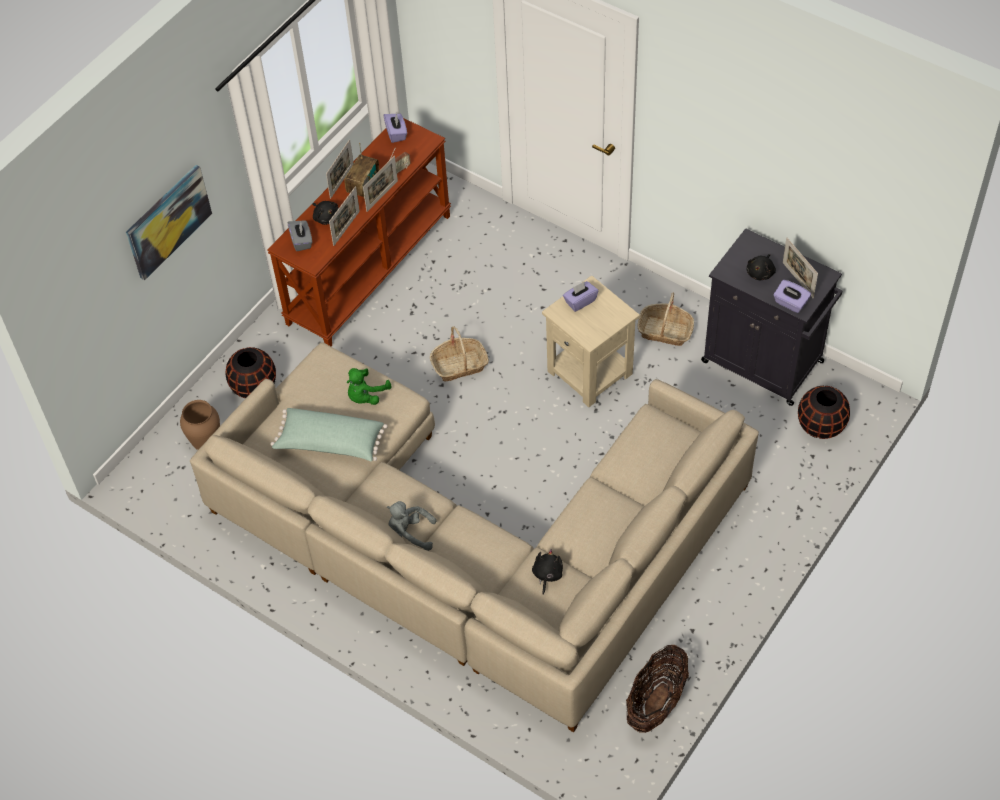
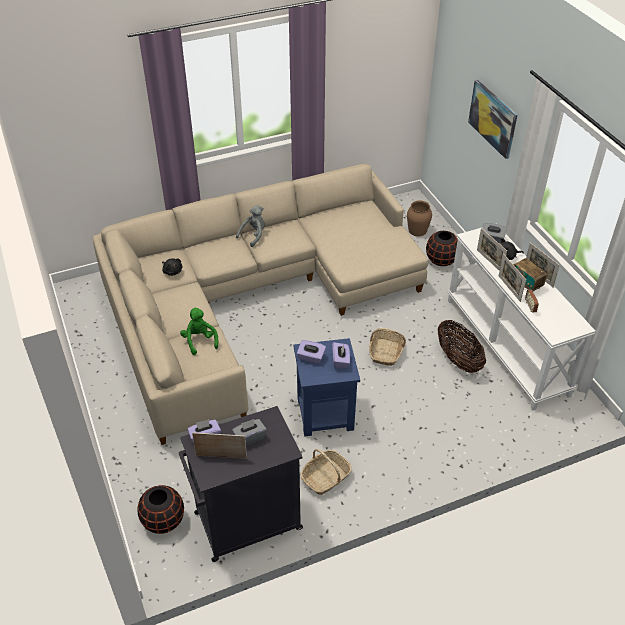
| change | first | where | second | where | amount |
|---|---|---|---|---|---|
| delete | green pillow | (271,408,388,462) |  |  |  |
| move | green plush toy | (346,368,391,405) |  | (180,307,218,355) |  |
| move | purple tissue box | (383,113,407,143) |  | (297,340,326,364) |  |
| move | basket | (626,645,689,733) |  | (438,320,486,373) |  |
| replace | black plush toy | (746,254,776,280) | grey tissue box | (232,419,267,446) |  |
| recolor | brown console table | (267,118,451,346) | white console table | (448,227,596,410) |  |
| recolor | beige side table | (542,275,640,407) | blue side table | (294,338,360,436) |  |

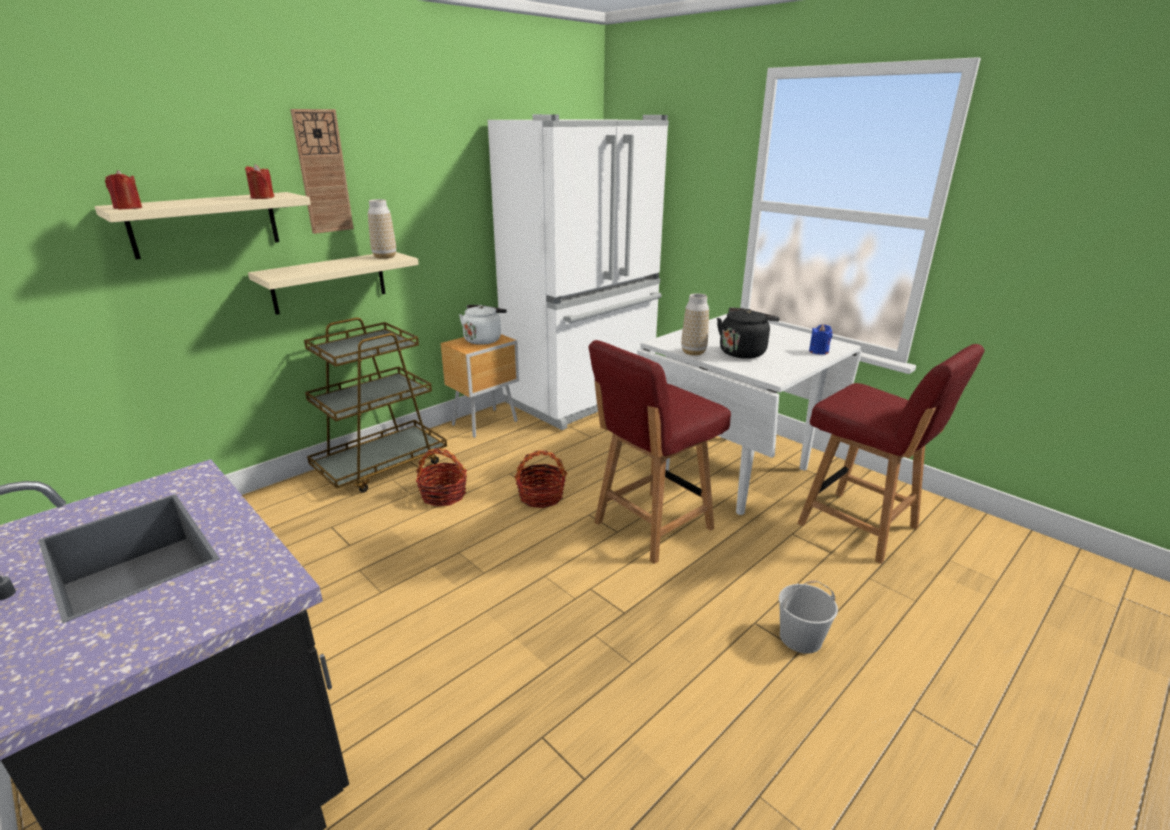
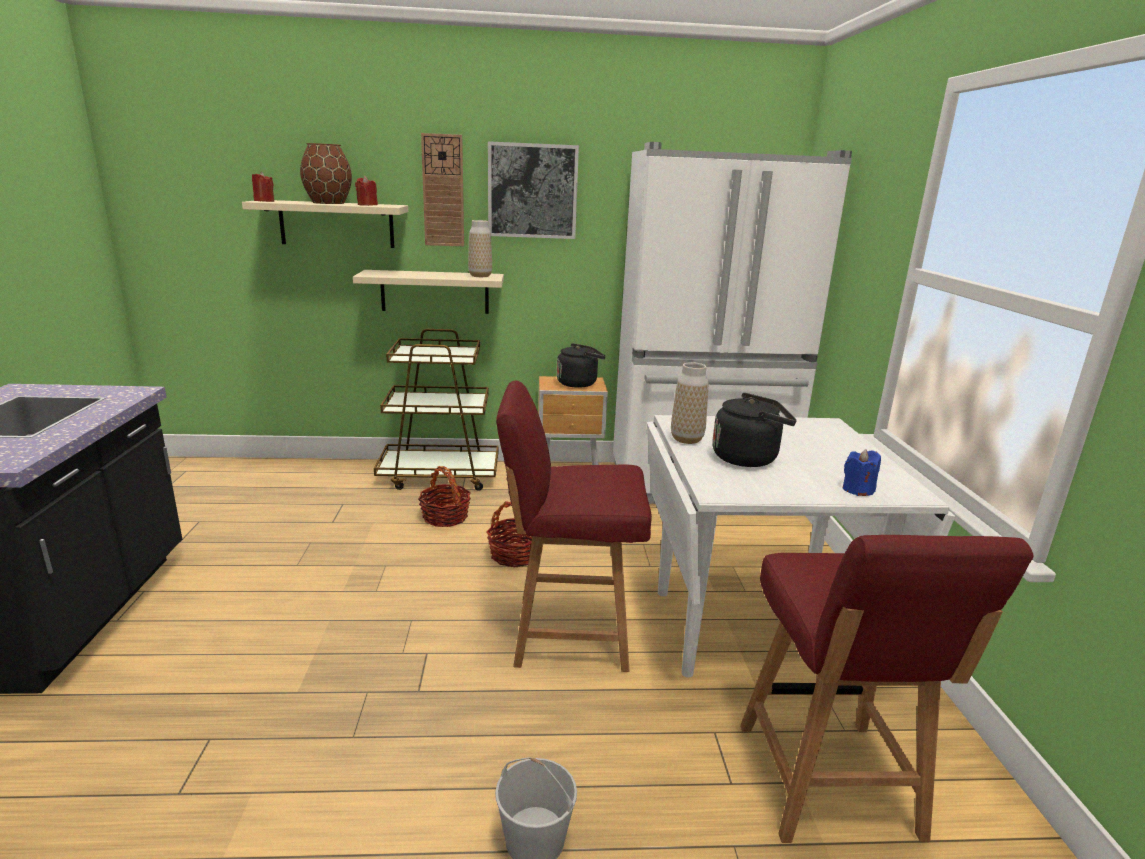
| change | first | where | second | where | amount |
|---|---|---|---|---|---|
| insert |  |  | brown vase | (300,143,352,204) |  |
| insert |  |  | picture | (488,141,579,239) |  |
| recolor | white kettle | (459,305,507,345) | black kettle | (557,343,605,388) |  |

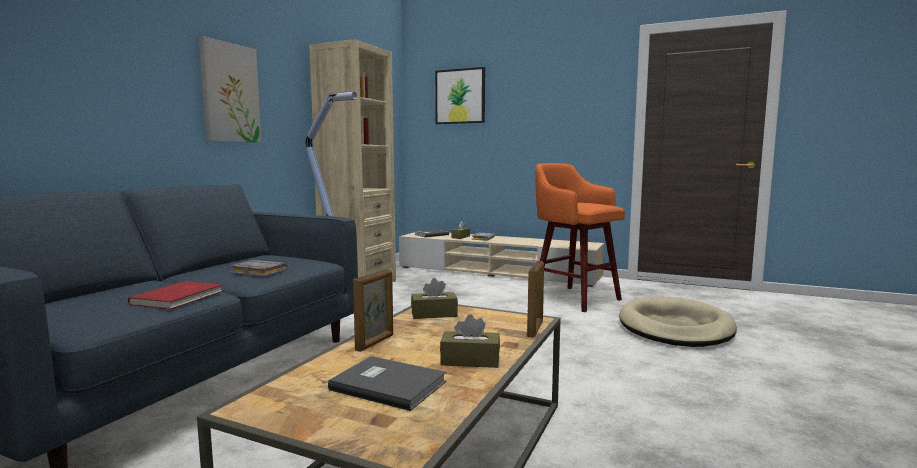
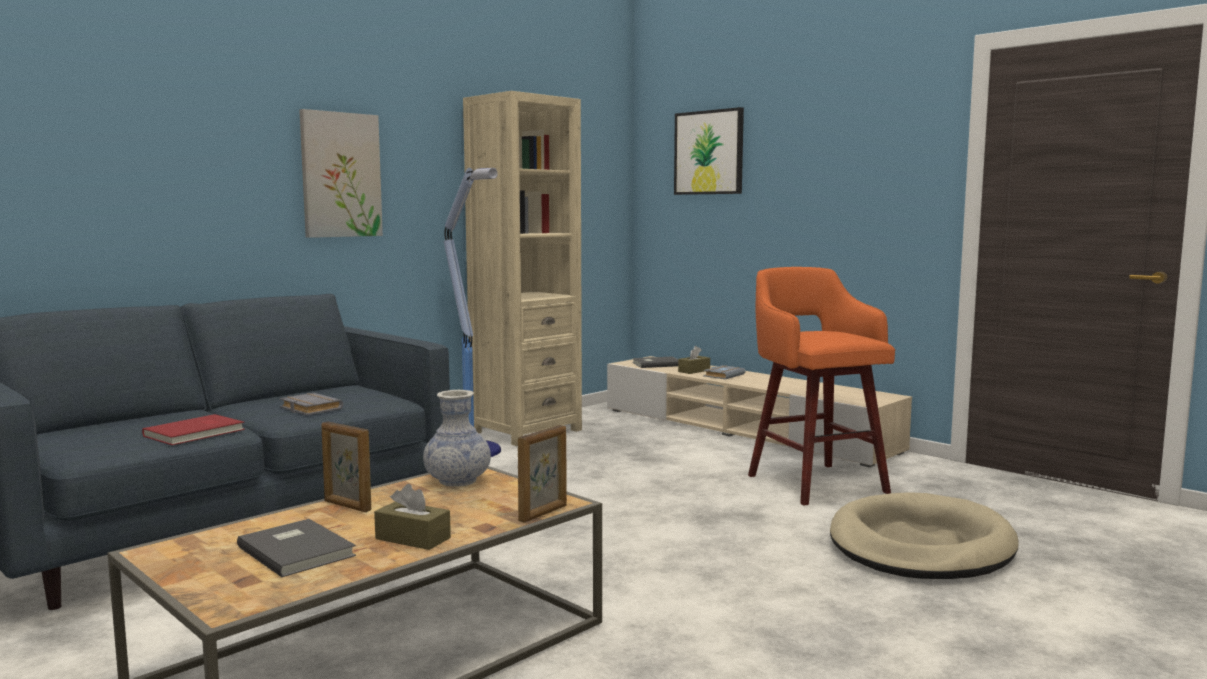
| change | first | where | second | where | amount |
|---|---|---|---|---|---|
| replace | brown tissue box | (411,278,458,319) | vase | (423,390,491,487) |  |
| rotate | picture frame | (353,269,393,352) |  | (321,421,371,512) | 75 degrees clockwise |

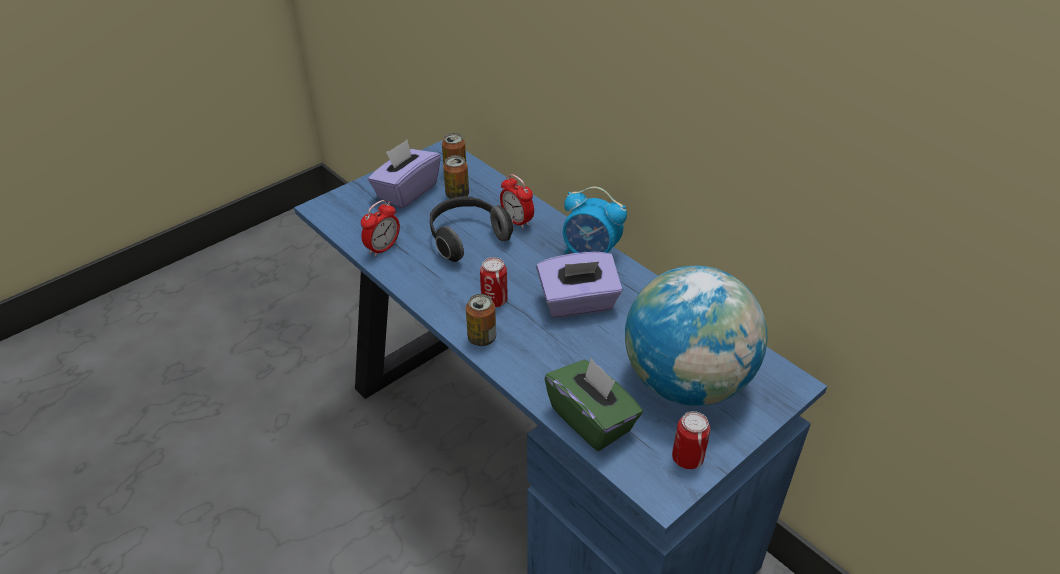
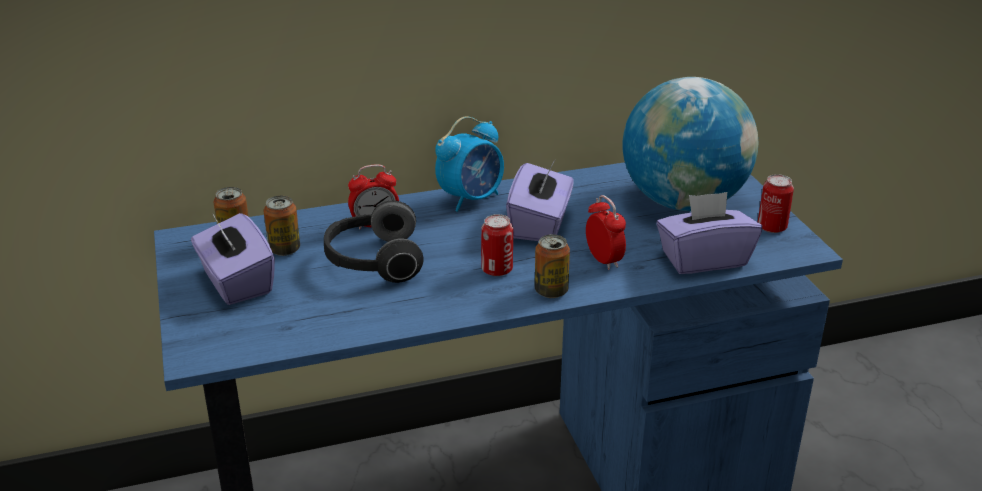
| change | first | where | second | where | amount |
|---|---|---|---|---|---|
| move | alarm clock | (361,200,400,257) |  | (586,195,626,270) |  |
| recolor | green tissue box | (545,358,643,451) | purple tissue box | (656,192,762,274) |  |

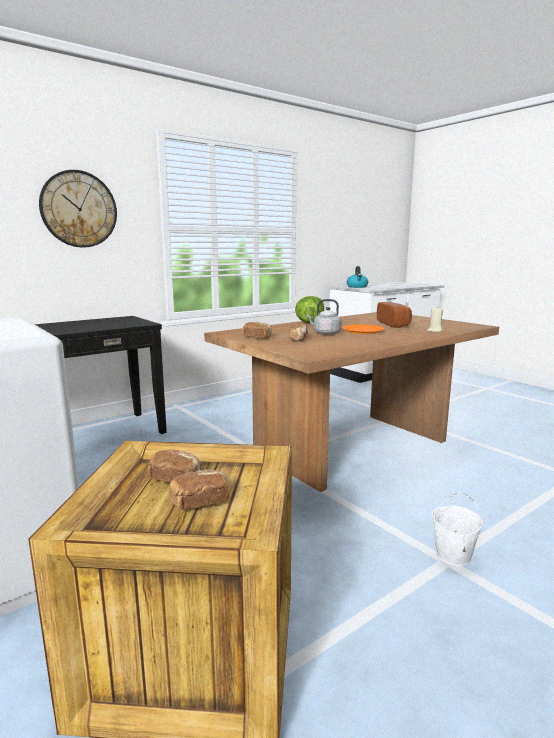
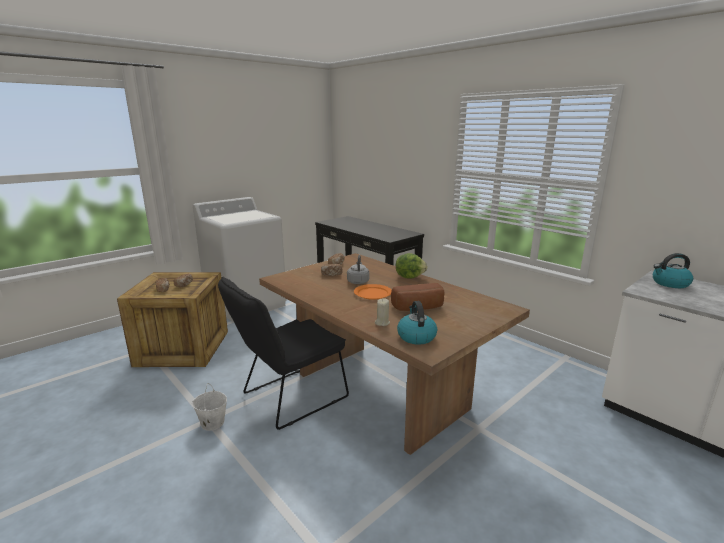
| change | first | where | second | where | amount |
|---|---|---|---|---|---|
| delete | wall clock | (39,170,117,248) |  |  |  |
| insert |  |  | black chair | (218,277,349,430) |  |
| insert |  |  | kettle | (397,301,437,345) |  |

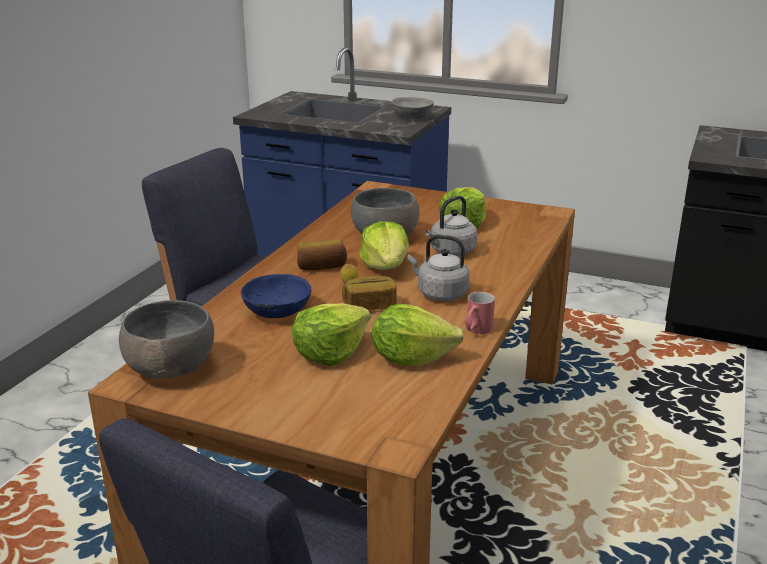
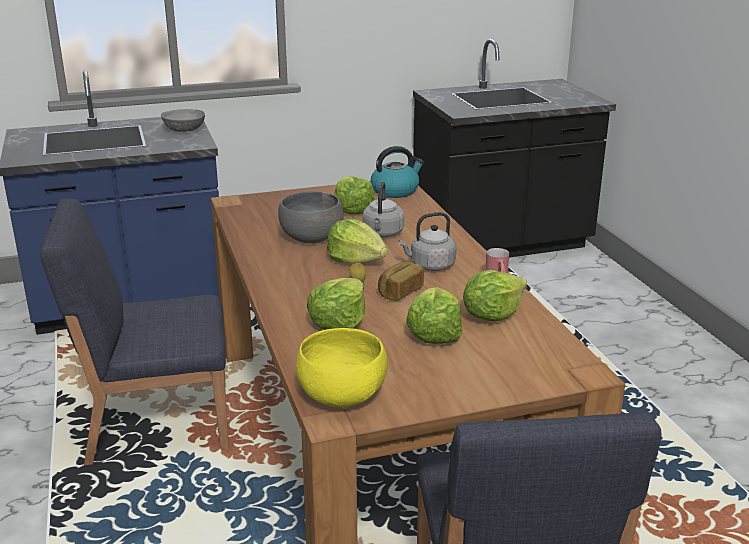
| change | first | where | second | where | amount |
|---|---|---|---|---|---|
| delete | bread | (297,239,347,270) |  |  |  |
| insert |  |  | kettle | (371,146,424,198) |  |
| replace | blue bowl | (241,274,311,318) | lettuce | (307,278,365,330) |  |
| recolor | grey bowl | (119,300,214,378) | yellow bowl | (296,328,388,407) |  |

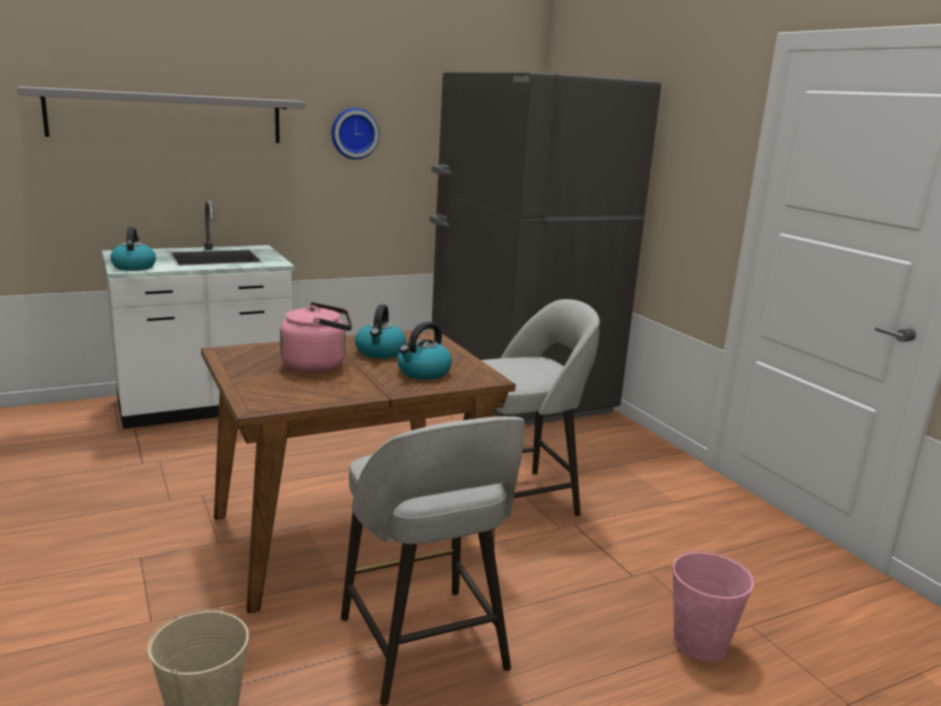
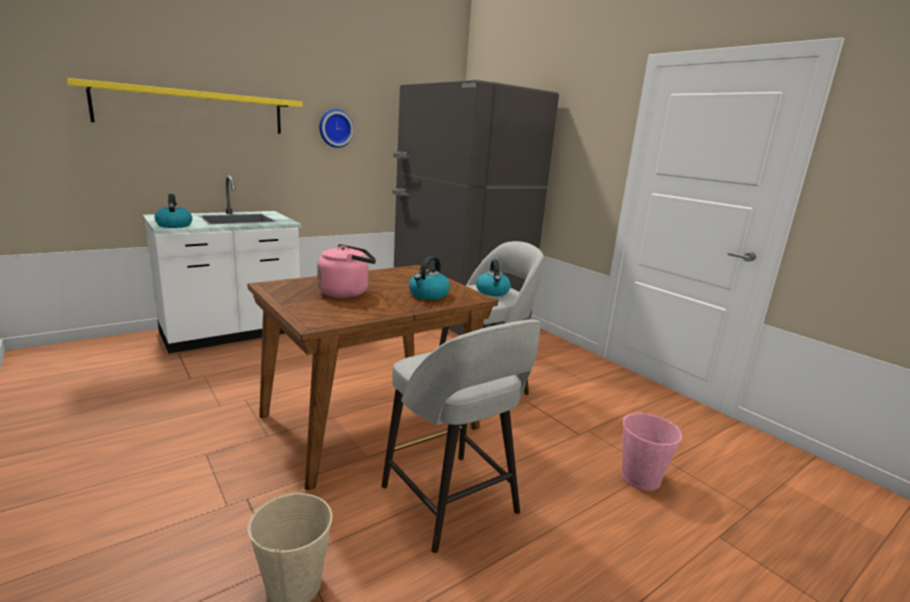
| change | first | where | second | where | amount |
|---|---|---|---|---|---|
| move | kettle | (355,304,406,359) |  | (476,259,511,296) |  |
| recolor | grey shelf | (17,86,306,143) | yellow shelf | (67,78,303,134) |  |

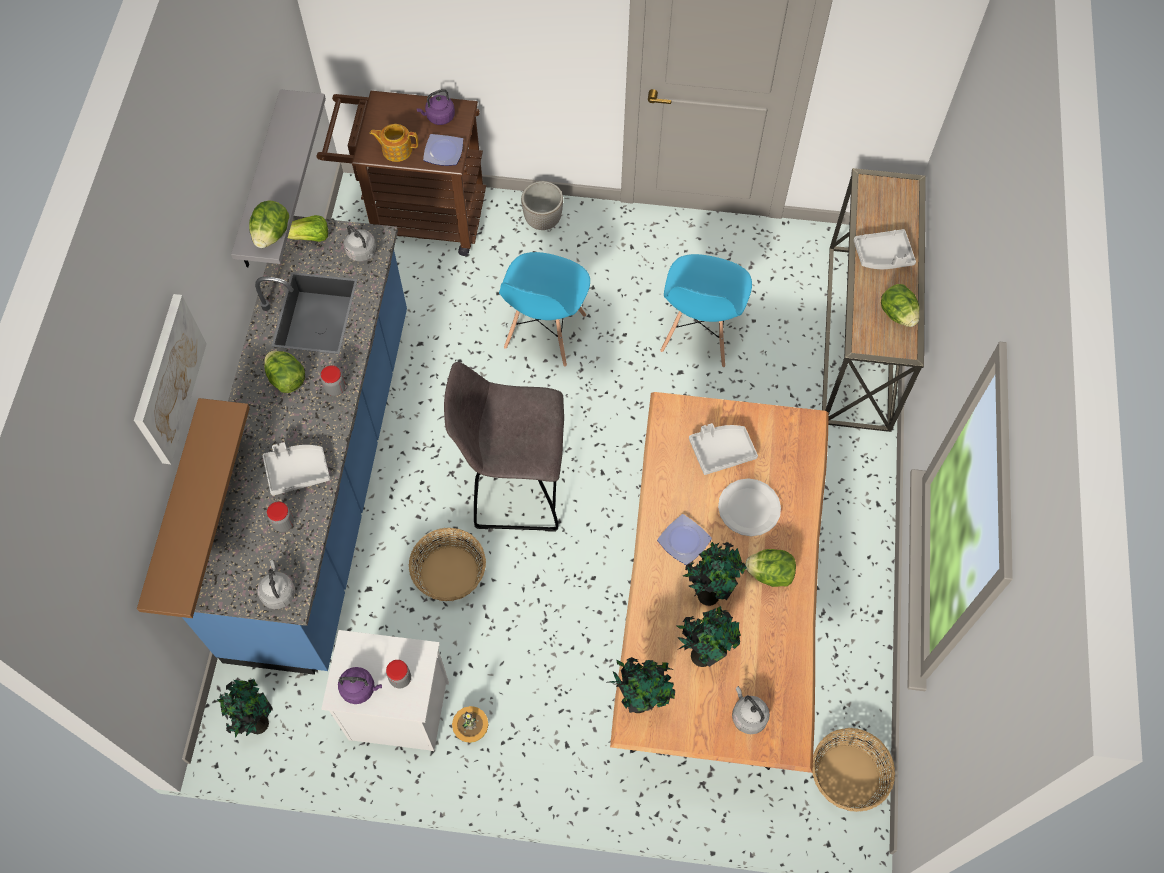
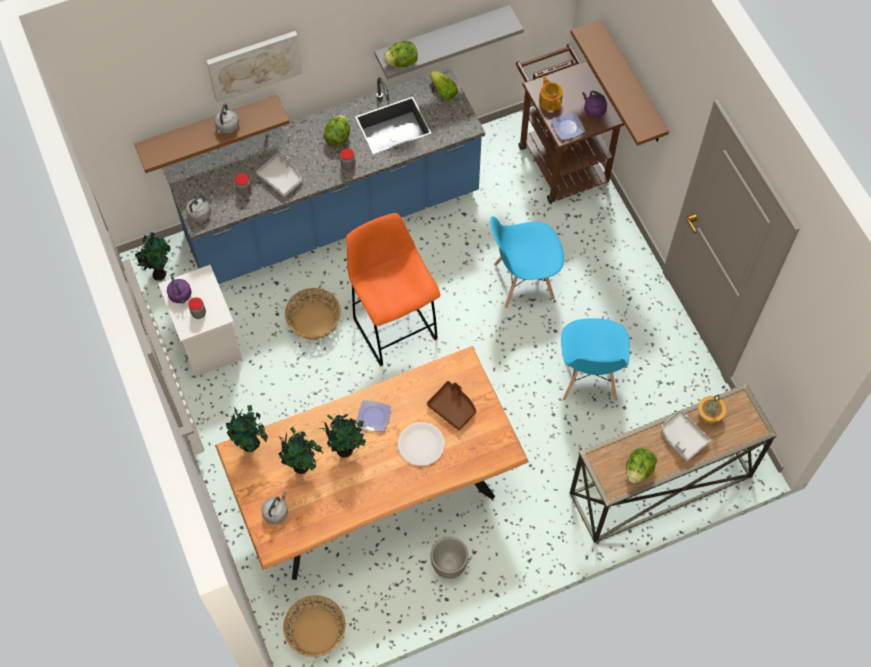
| change | first | where | second | where | amount |
|---|---|---|---|---|---|
| delete | lettuce | (745,549,796,587) |  |  |  |
| insert |  |  | brown shelf | (570,19,669,146) |  |
| move | grey kettle | (344,225,376,262) |  | (214,104,239,134) |  |
| move | potted plant | (452,706,488,743) |  | (698,394,726,424) |  |
| move | planter | (521,181,563,230) |  | (430,537,469,579) |  |
| recolor | grey stool | (444,362,564,532) | orange stool | (346,213,440,367) |  |
| recolor | grey tray | (689,423,758,475) | brown tray | (427,381,476,431) |  |
| rotate | blue chair | (660,254,752,368) |  | (561,318,630,401) | 75 degrees counterclockwise |

